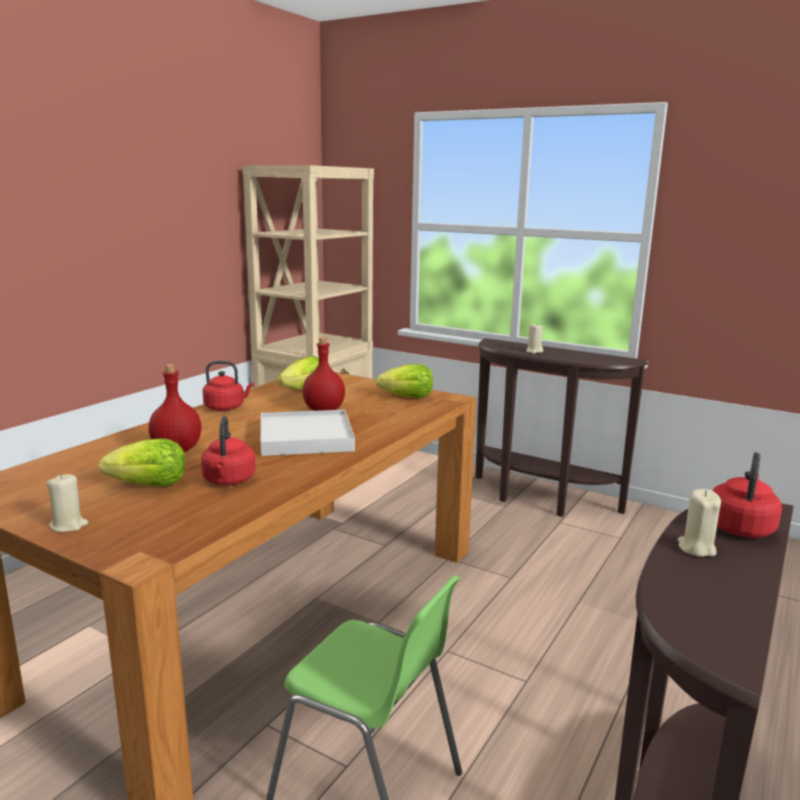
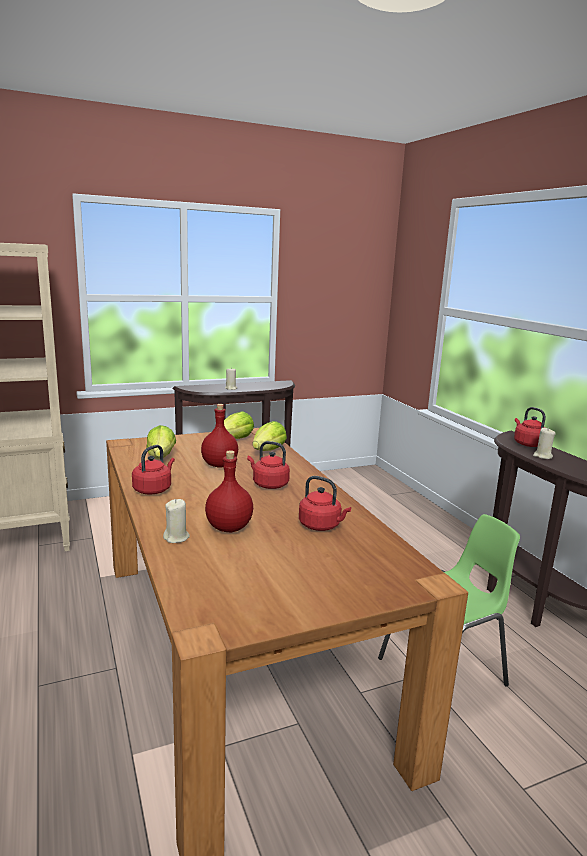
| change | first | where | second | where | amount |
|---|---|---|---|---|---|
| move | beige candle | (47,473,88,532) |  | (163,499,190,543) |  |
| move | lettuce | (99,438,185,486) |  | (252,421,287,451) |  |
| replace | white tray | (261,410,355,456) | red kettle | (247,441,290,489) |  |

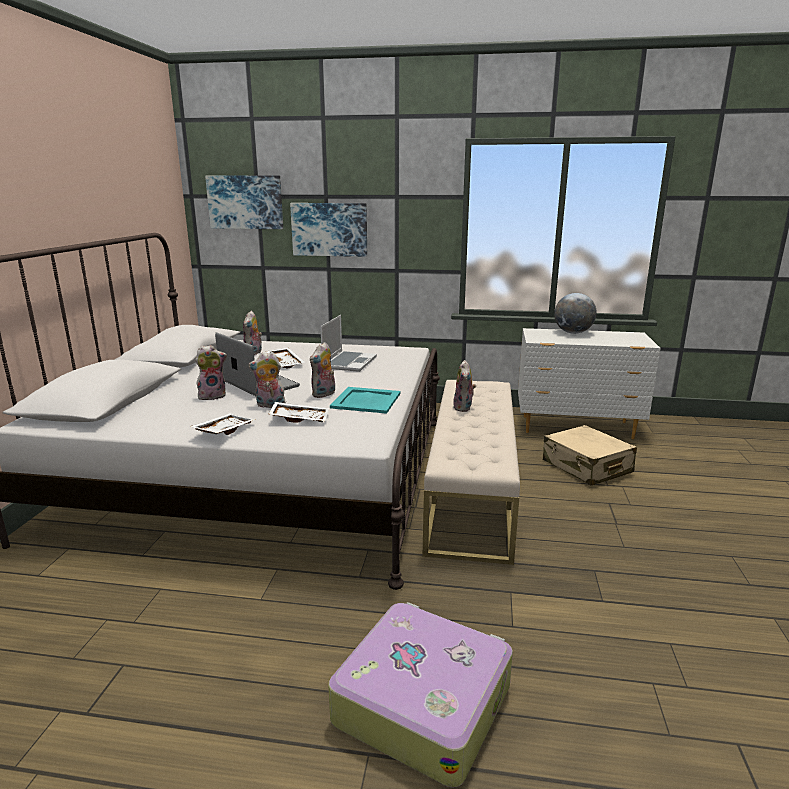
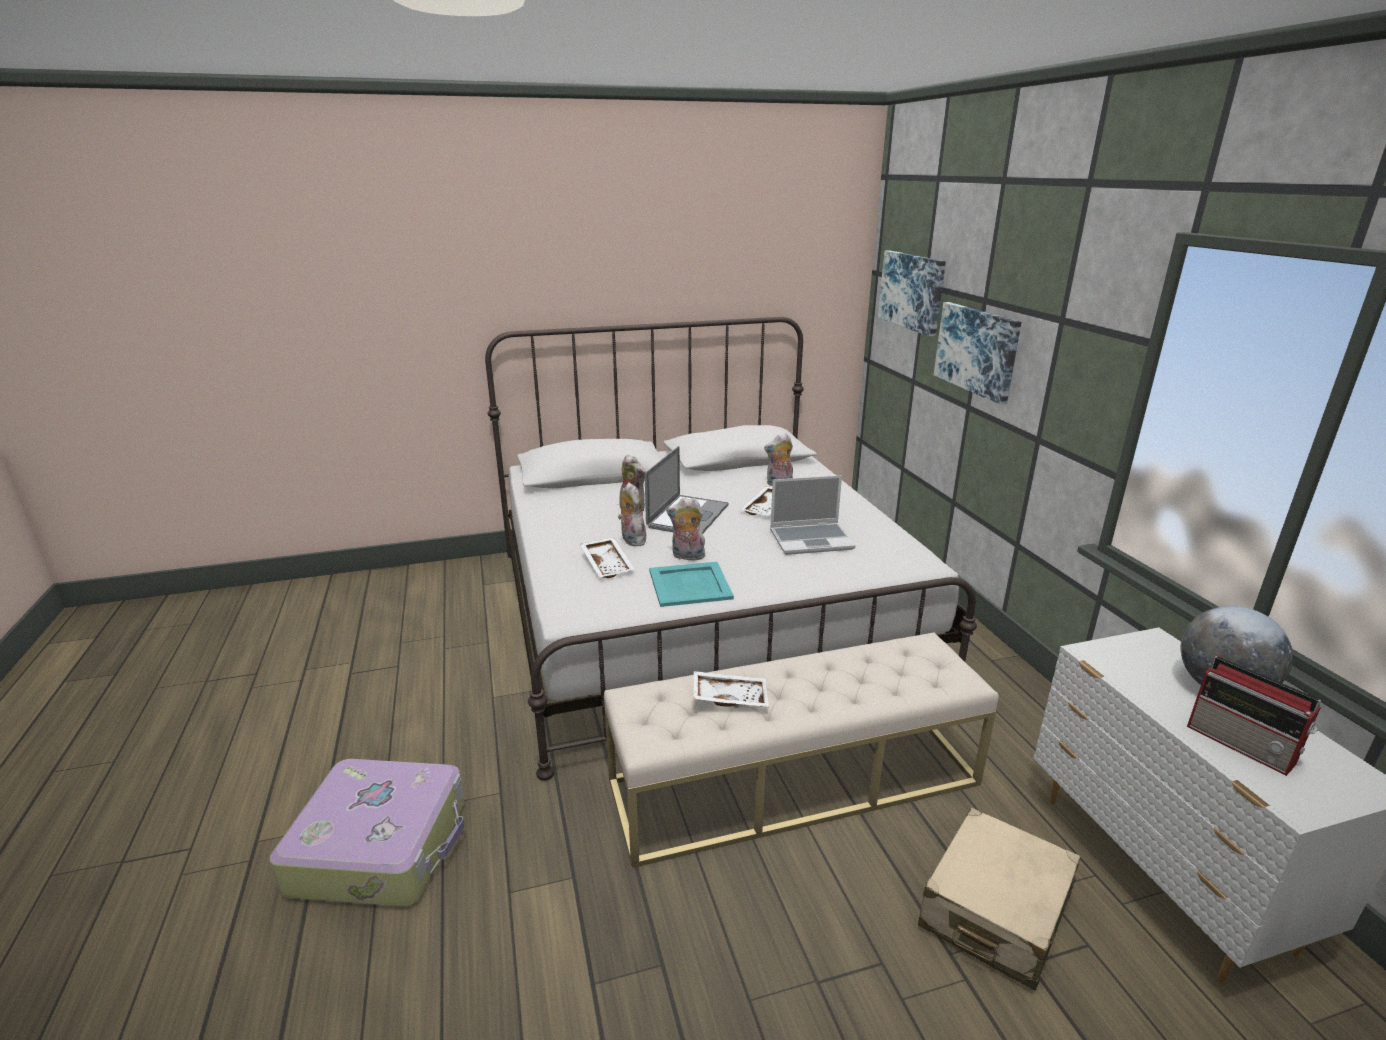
| change | first | where | second | where | amount |
|---|---|---|---|---|---|
| delete | plush toy | (453,360,476,412) |  |  |  |
| insert |  |  | radio | (1187,656,1321,776) |  |
| move | white tray | (189,413,256,435) |  | (693,671,769,707) |  |

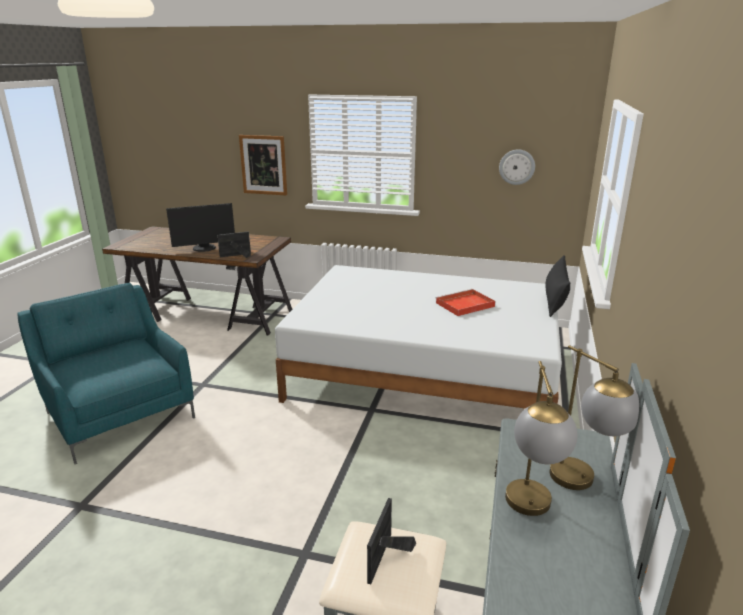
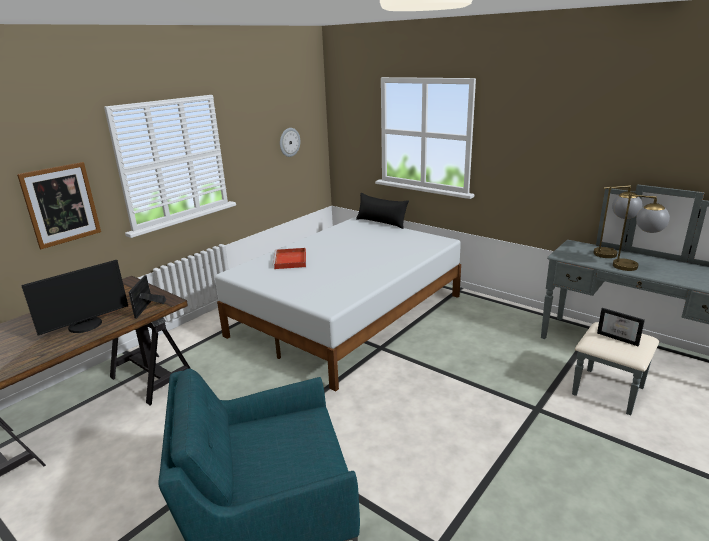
| change | first | where | second | where | amount |
|---|---|---|---|---|---|
| move | red tray | (435,289,495,316) |  | (273,248,306,269) |  |
| rotate | monitor | (166,203,235,252) |  | (21,260,128,336) | 45 degrees clockwise |

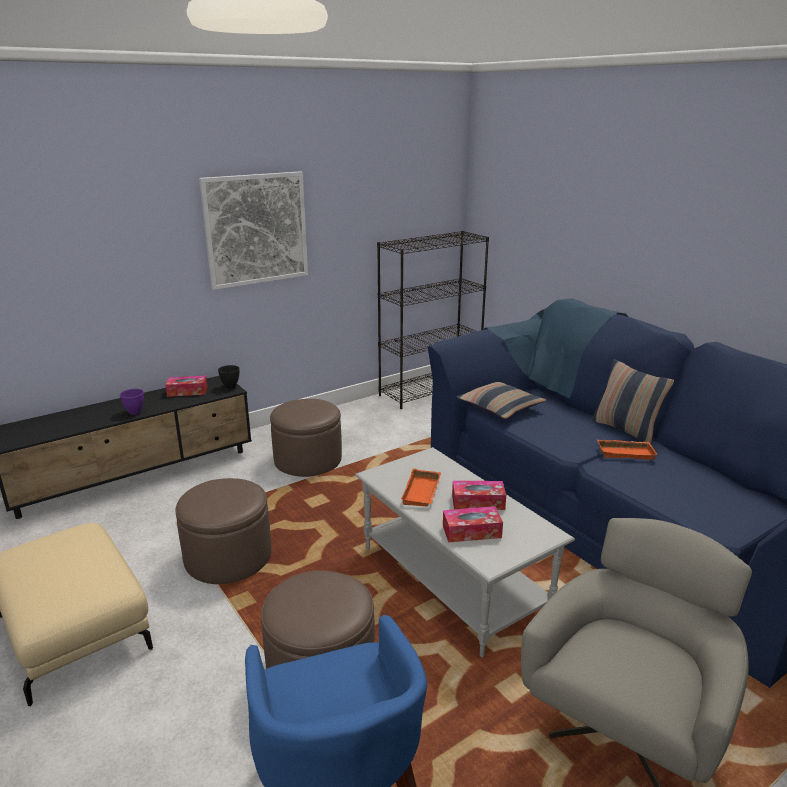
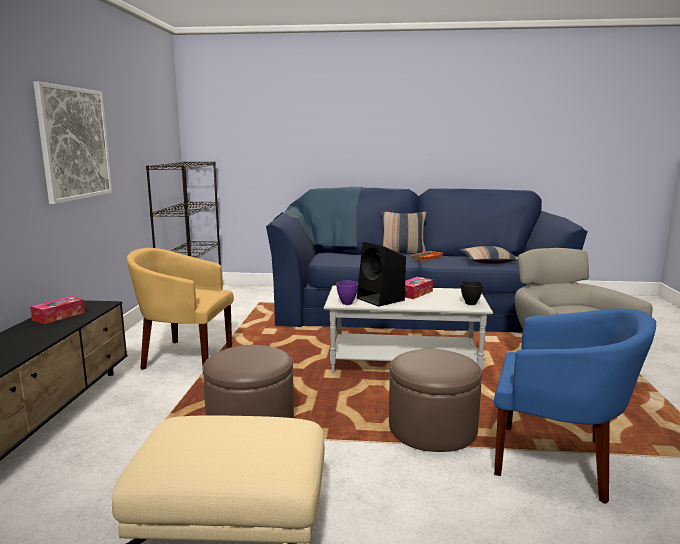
| change | first | where | second | where | amount |
|---|---|---|---|---|---|
| delete | tissue box | (443,506,503,542) |  |  |  |
| move | purple bowl | (120,389,144,415) |  | (336,281,358,305) |  |
| move | black bowl | (218,365,240,389) |  | (461,281,484,305) |  |
| move | pillow | (456,382,546,419) |  | (459,246,518,264) |  |
| replace | brown ottoman | (270,399,342,477) | yellow armchair | (127,248,234,370) |  |
| replace | orange tray | (401,468,441,507) | black speaker | (357,242,406,307) |  |

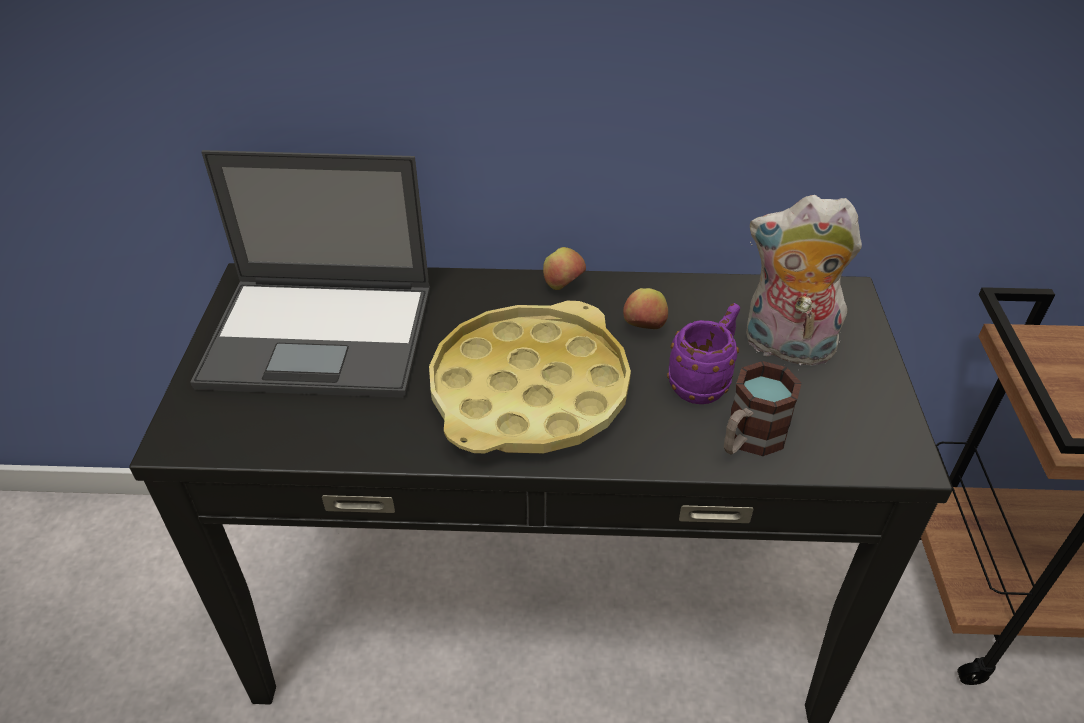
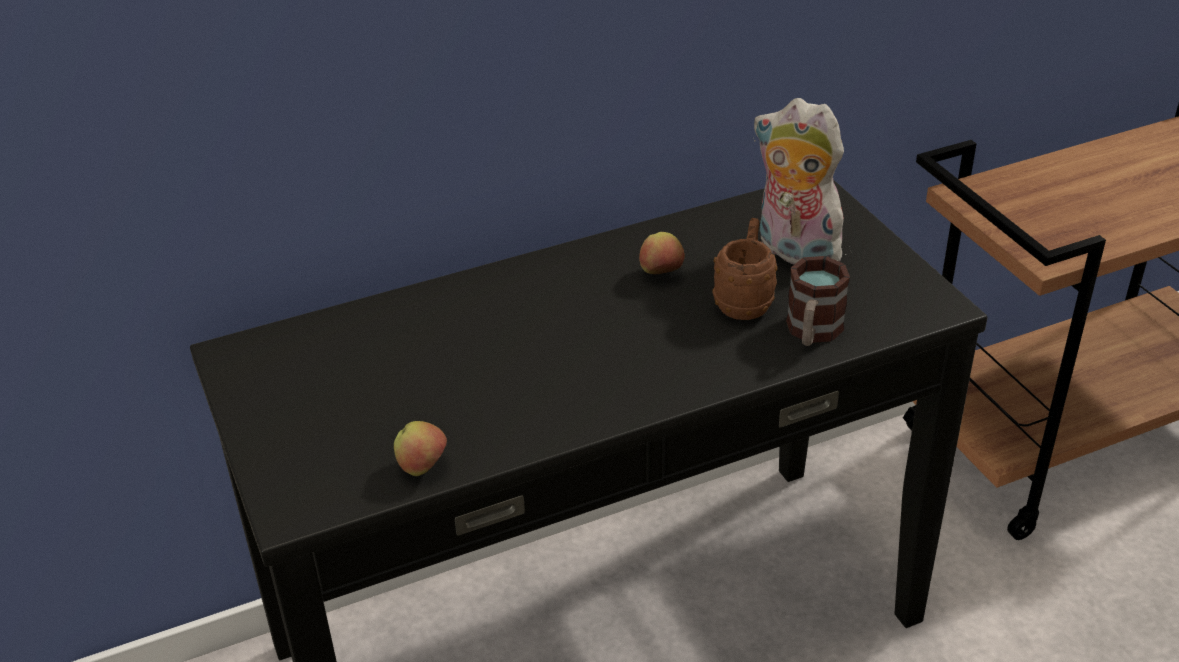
| change | first | where | second | where | amount |
|---|---|---|---|---|---|
| delete | laptop | (190,150,430,398) |  |  |  |
| delete | yellow tray | (429,301,631,453) |  |  |  |
| move | apple | (543,247,586,290) |  | (394,421,447,476) |  |
| recolor | purple mug | (667,303,740,404) | brown mug | (712,218,778,320) |  |
| rotate | plush toy | (746,195,862,366) |  | (753,98,846,264) | 45 degrees clockwise |

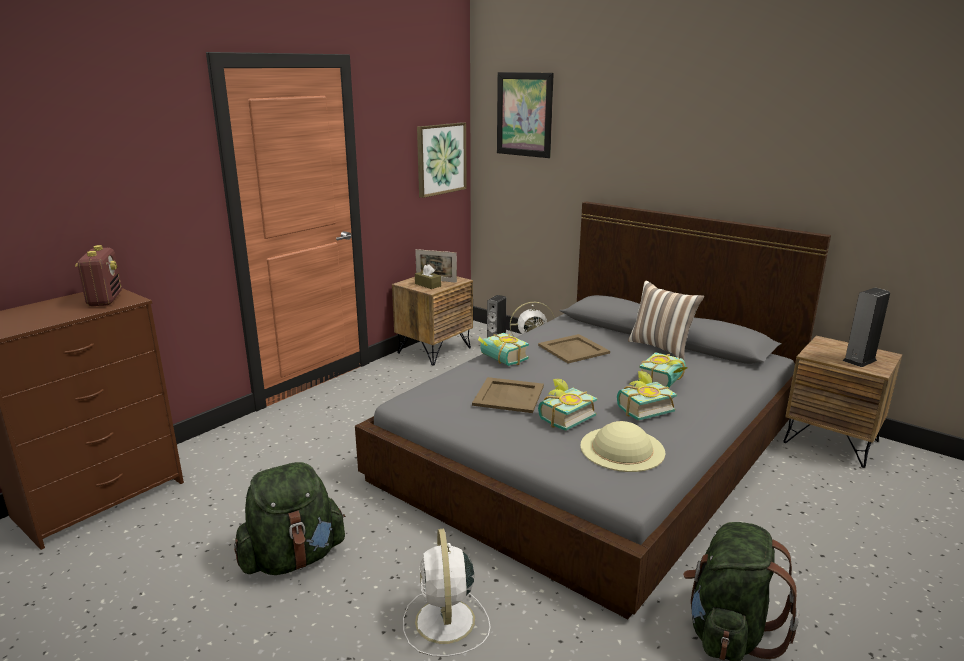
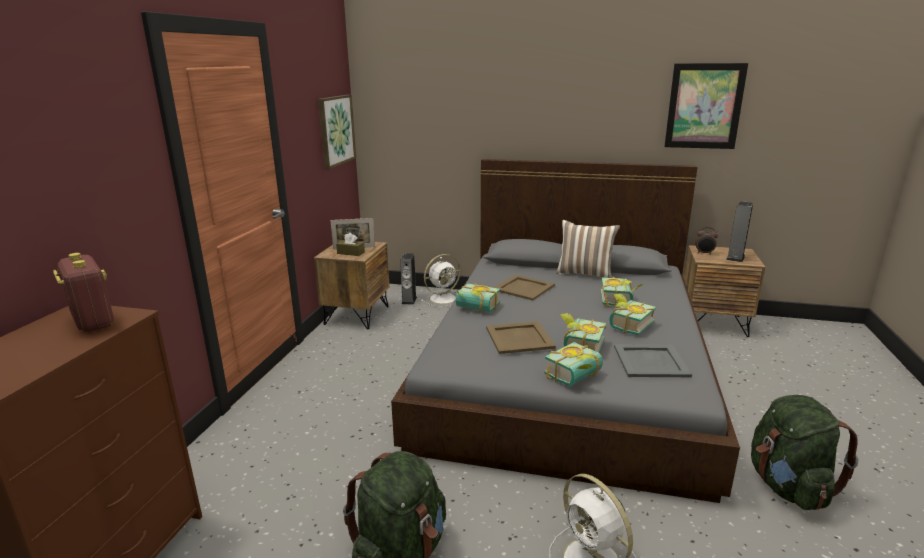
| change | first | where | second | where | amount |
|---|---|---|---|---|---|
| insert |  |  | book | (544,342,603,386) |  |
| insert |  |  | alarm clock | (695,227,718,255) |  |
| move | picture | (497,72,554,158) |  | (664,63,748,149) |  |
| replace | beige hat | (580,421,665,472) | grey tray | (614,344,692,377) |  |

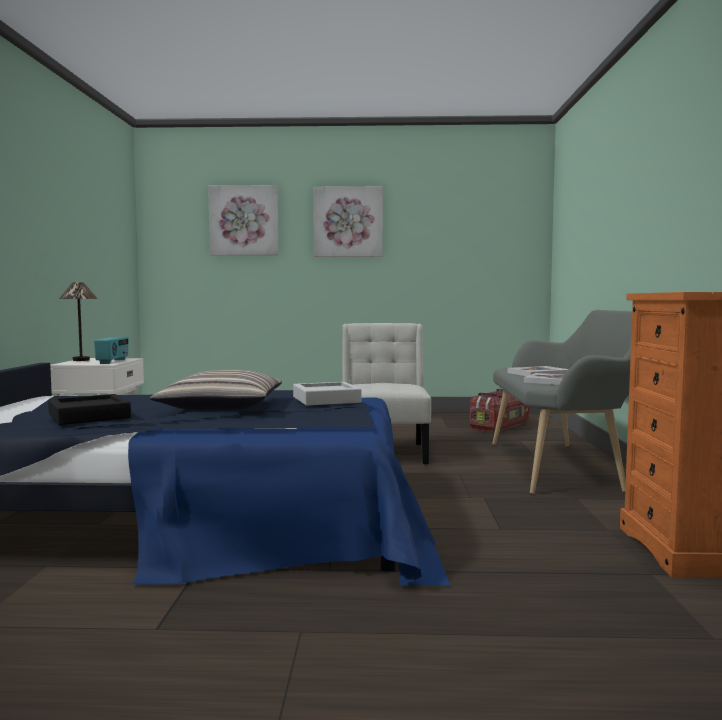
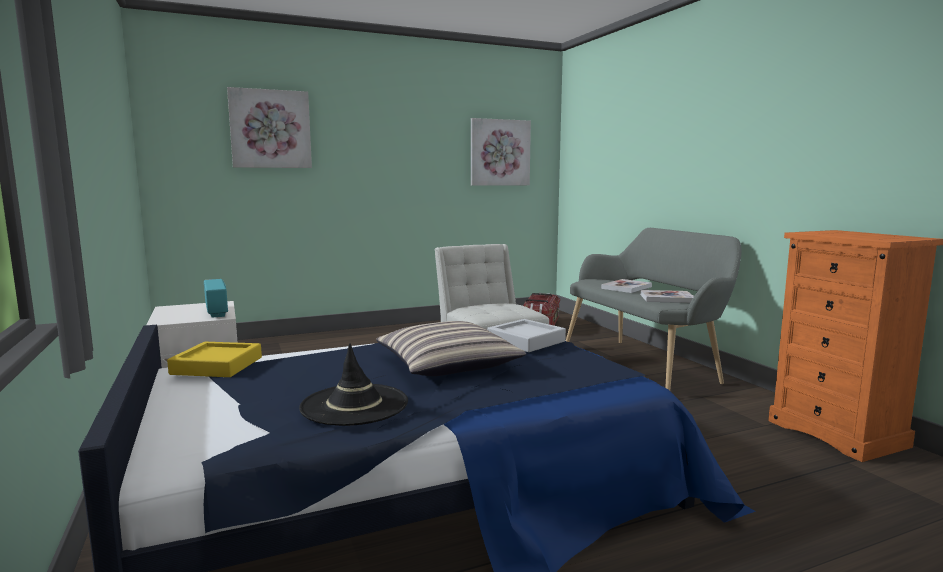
| change | first | where | second | where | amount |
|---|---|---|---|---|---|
| delete | table lamp | (59,282,98,361) |  |  |  |
| insert |  |  | yellow tray | (167,342,262,377) |  |
| move | picture | (313,186,383,257) |  | (471,118,531,186) |  |
| replace | black tray | (48,394,131,425) | black hat | (299,343,408,426) |  |

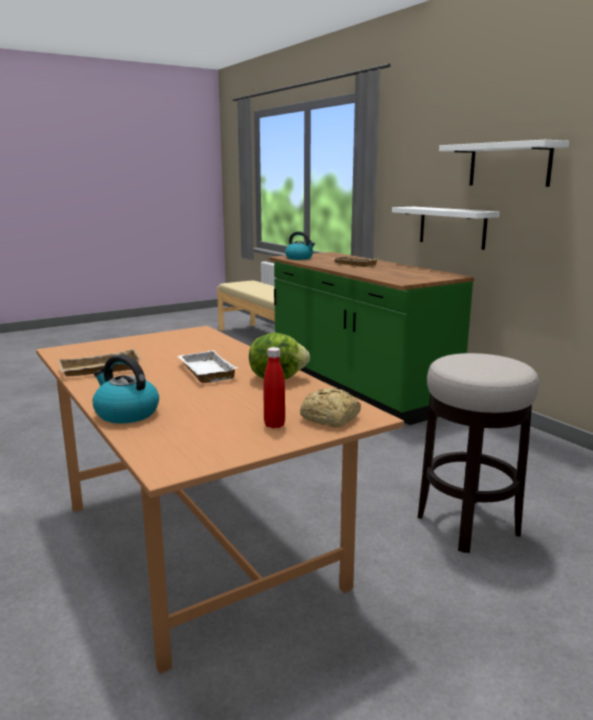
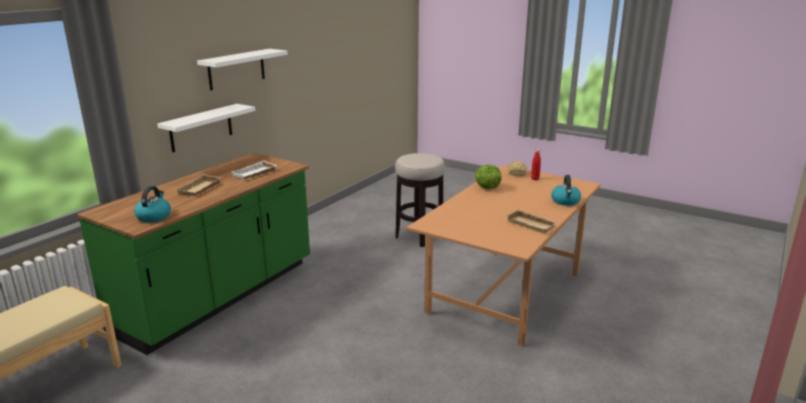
| change | first | where | second | where | amount |
|---|---|---|---|---|---|
| move | white tray | (178,350,238,383) |  | (231,161,277,179) |  |

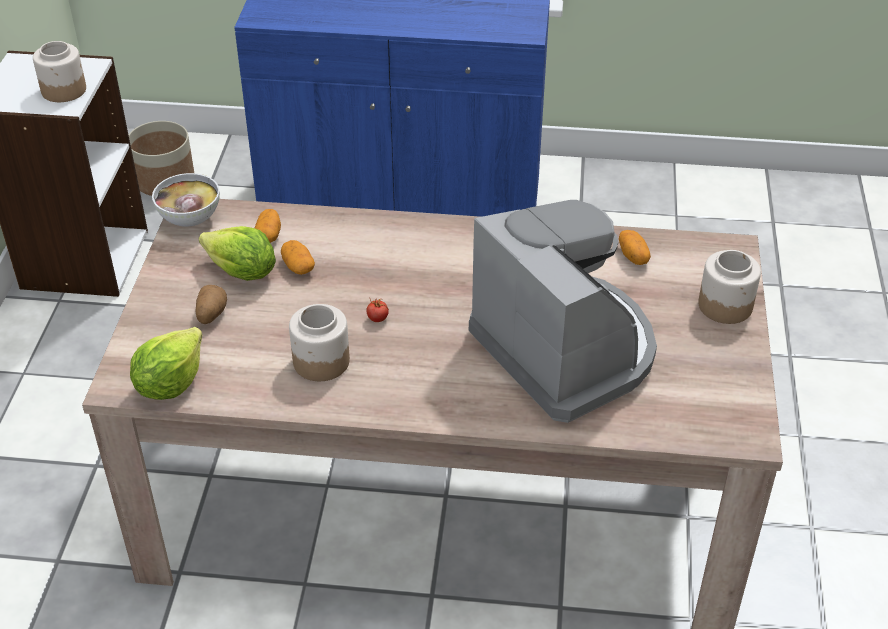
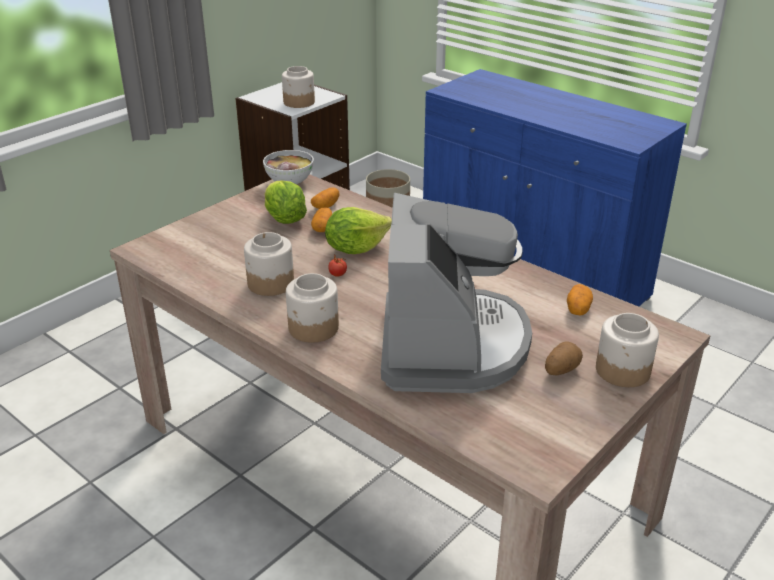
| change | first | where | second | where | amount |
|---|---|---|---|---|---|
| insert |  |  | jar | (286,273,339,343) |  |
| move | lettuce | (130,327,202,400) |  | (325,207,392,254) |  |
| move | potato | (195,285,227,324) |  | (545,341,583,376) |  |

